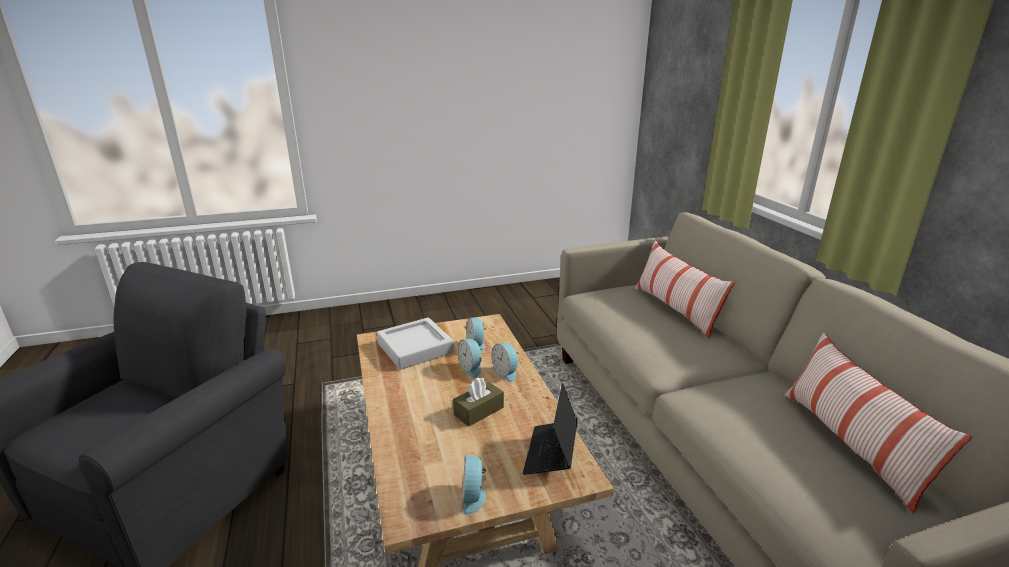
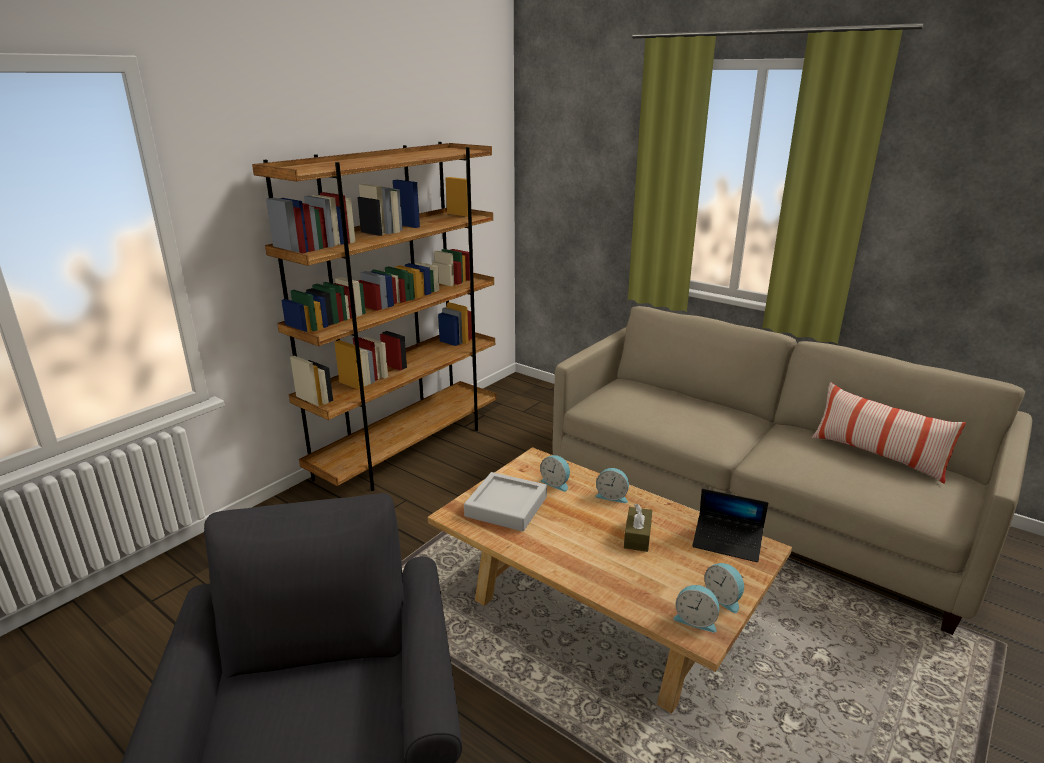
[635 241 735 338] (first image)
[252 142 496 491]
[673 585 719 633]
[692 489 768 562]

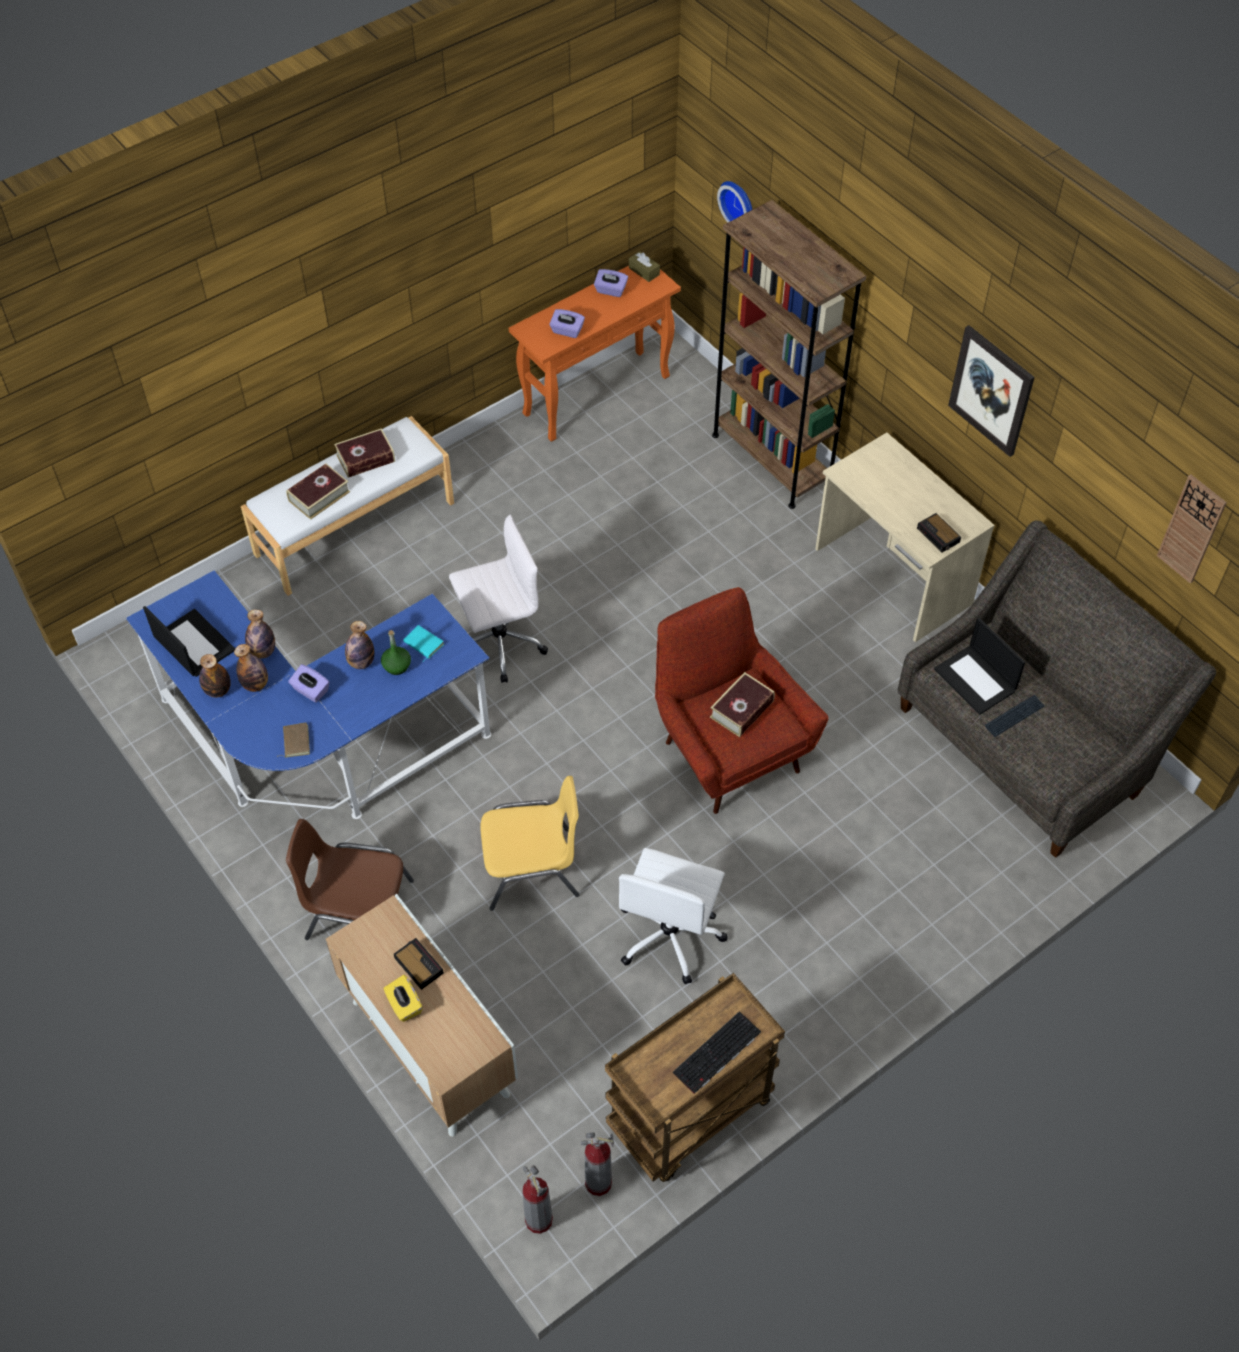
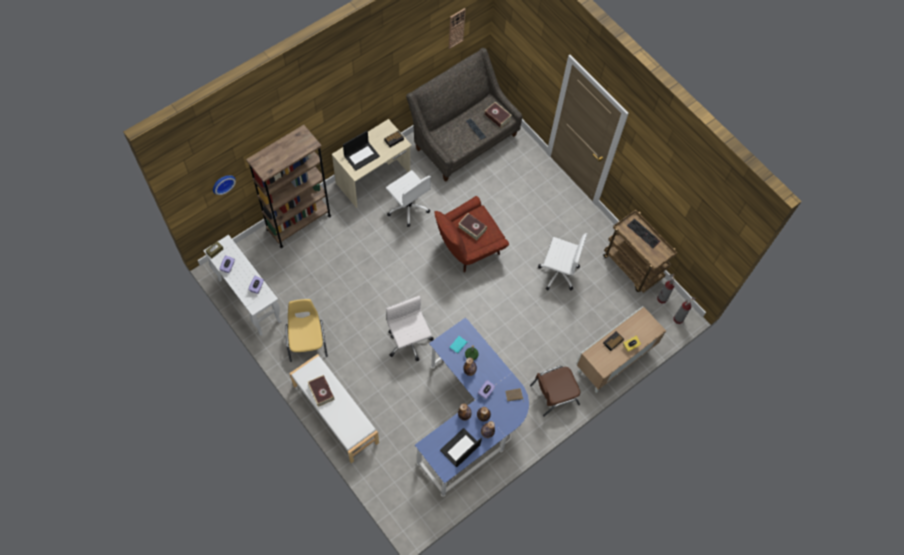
[948 325 1035 457] (first image)
[386 170 431 227]
[484 102 512 128]
[285 299 328 362]
[343 131 380 171]
[203 235 282 336]
[530 366 580 417]

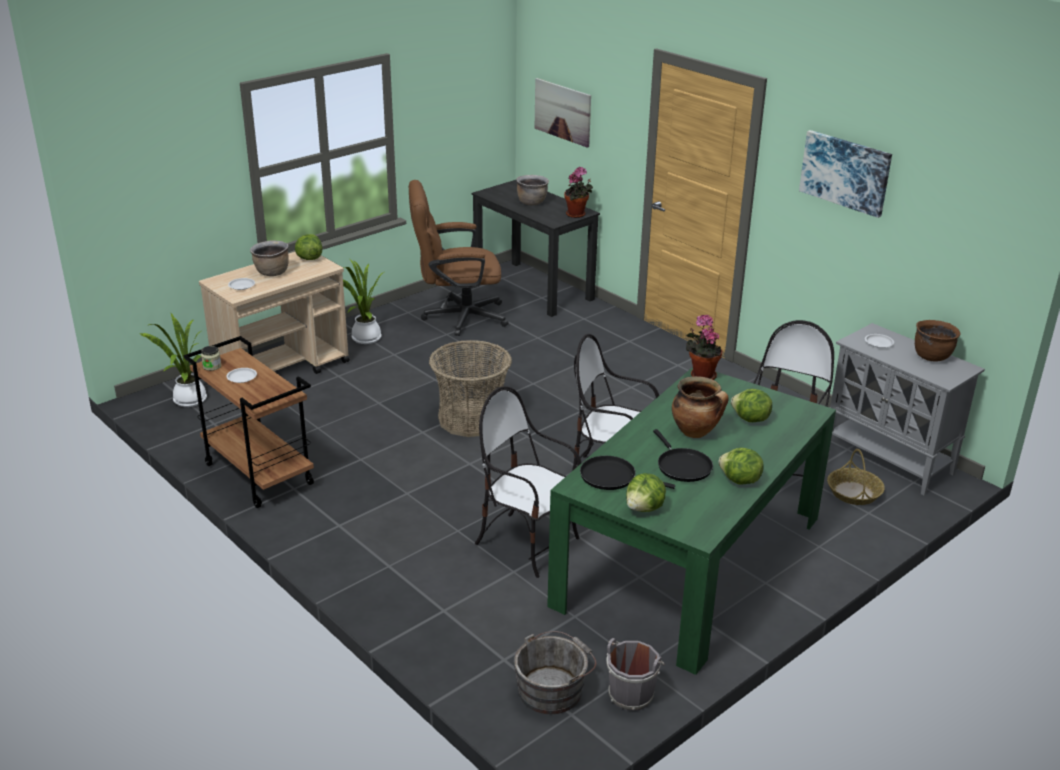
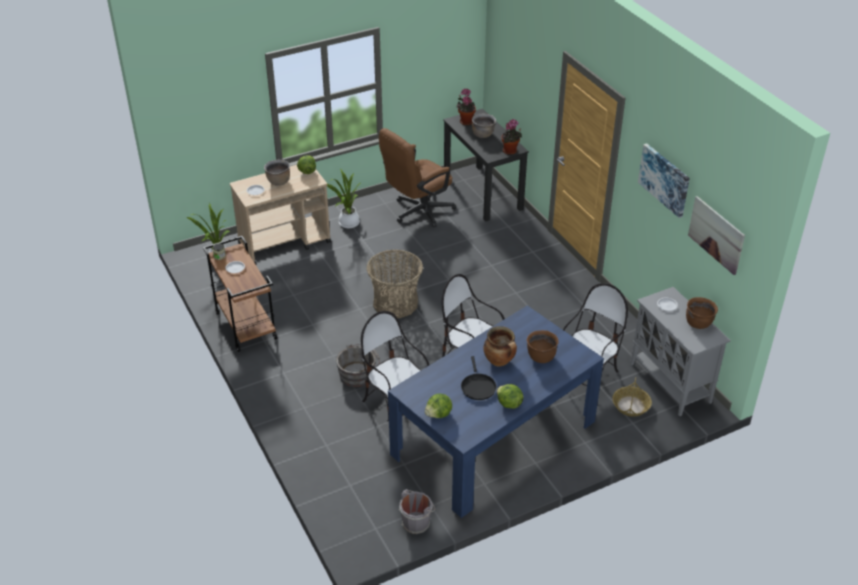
[580 456 675 490] (first image)
[336 344 380 387]
[688 196 745 275]
[456 88 476 125]
[527 330 559 363]
[388 305 604 518]
[379 128 456 227]

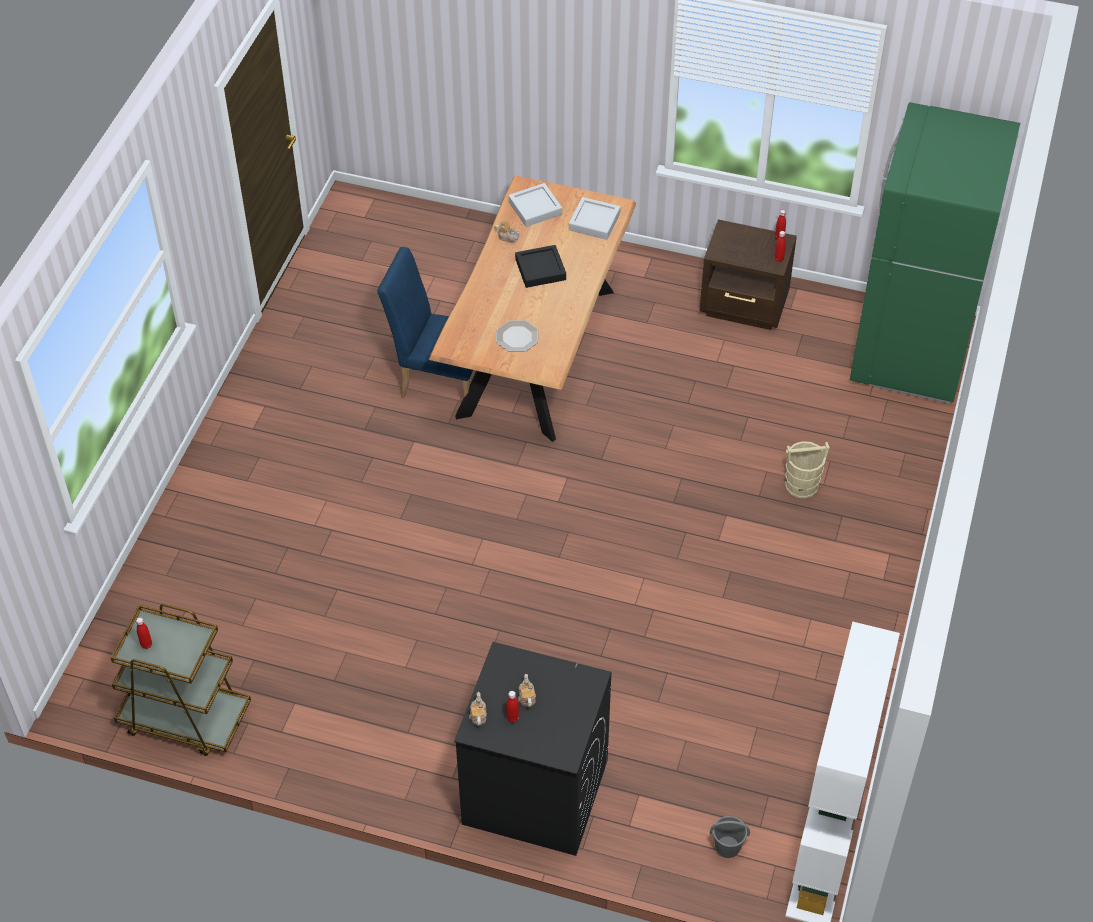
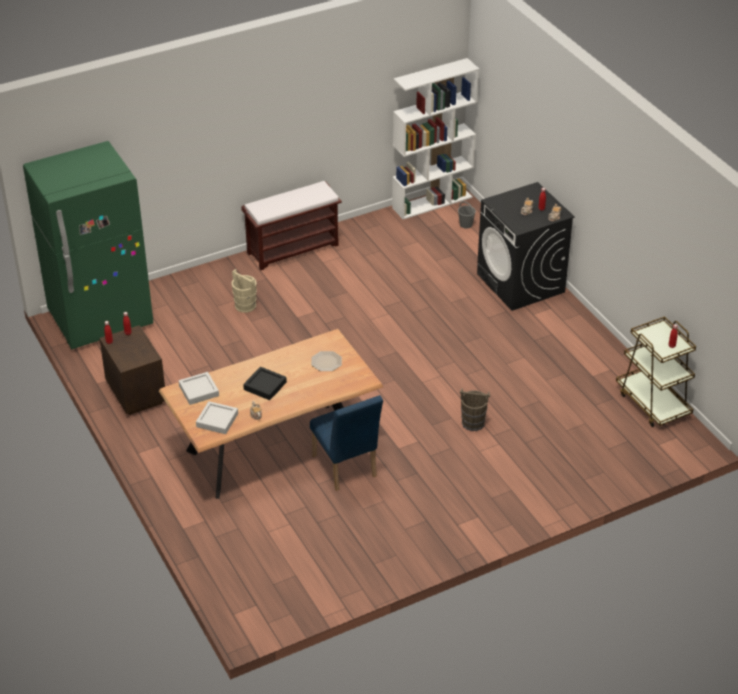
[241 181 342 271]
[460 388 490 431]

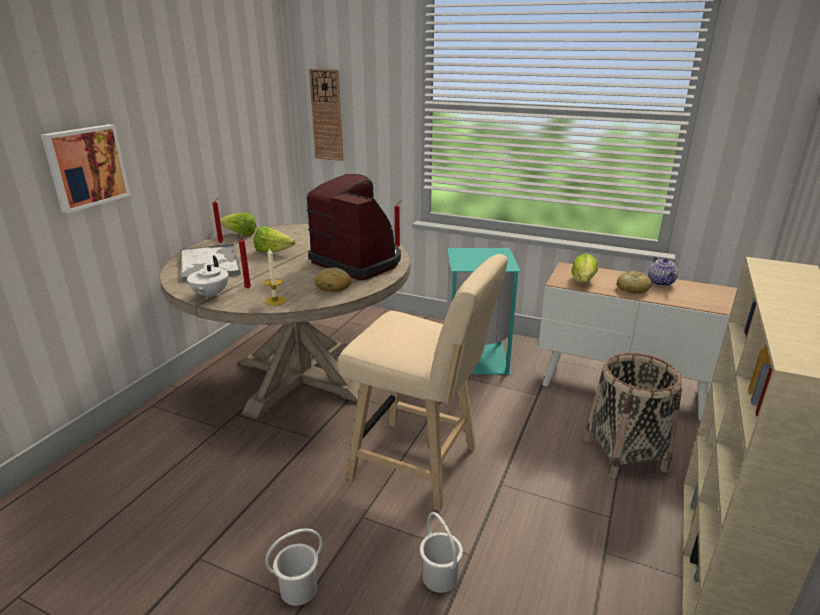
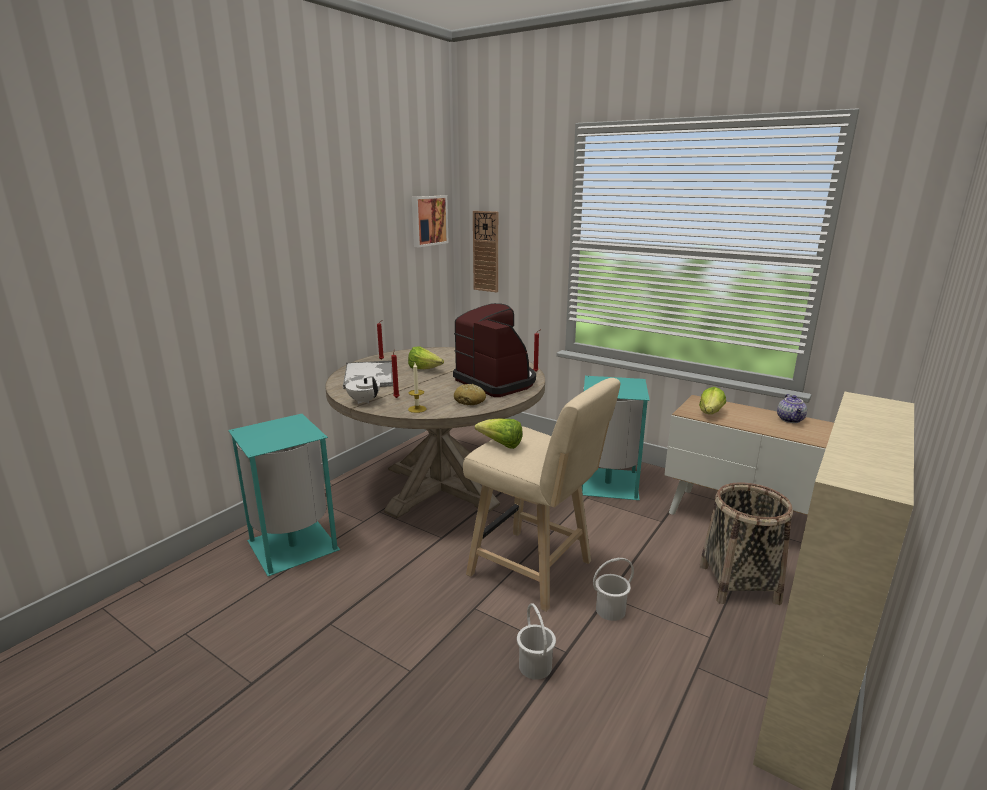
[617 271 651 294] (first image)
[228 414 340 576]
[412 196 449 247]
[475 419 523 449]
[593 558 634 621]
[345 377 380 404]

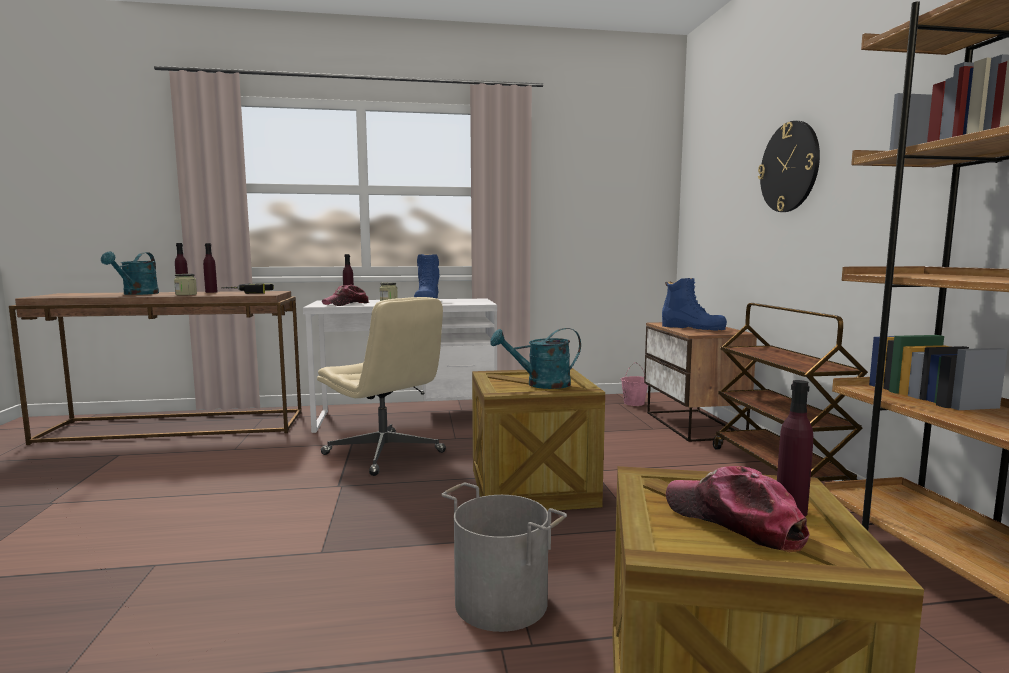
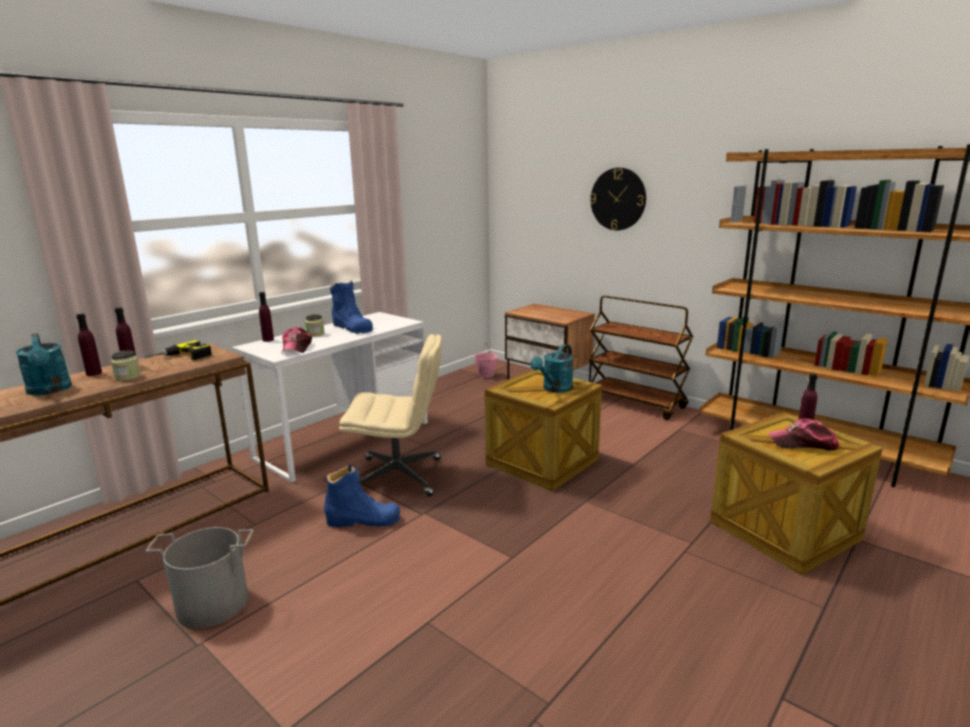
[146 527 253 629]
[324 465 400 527]

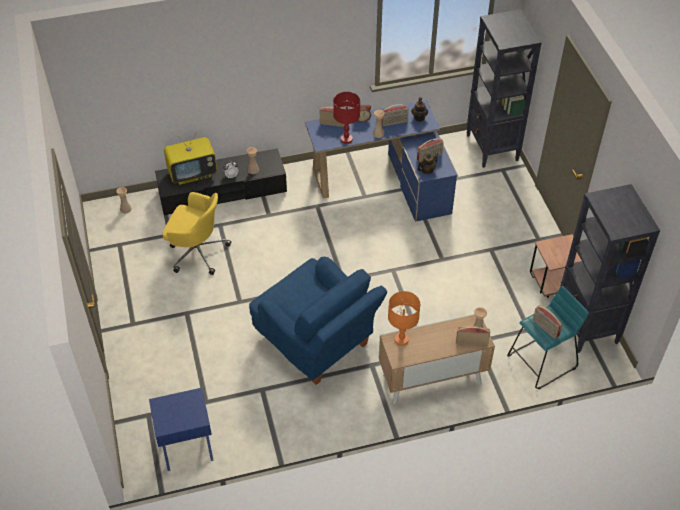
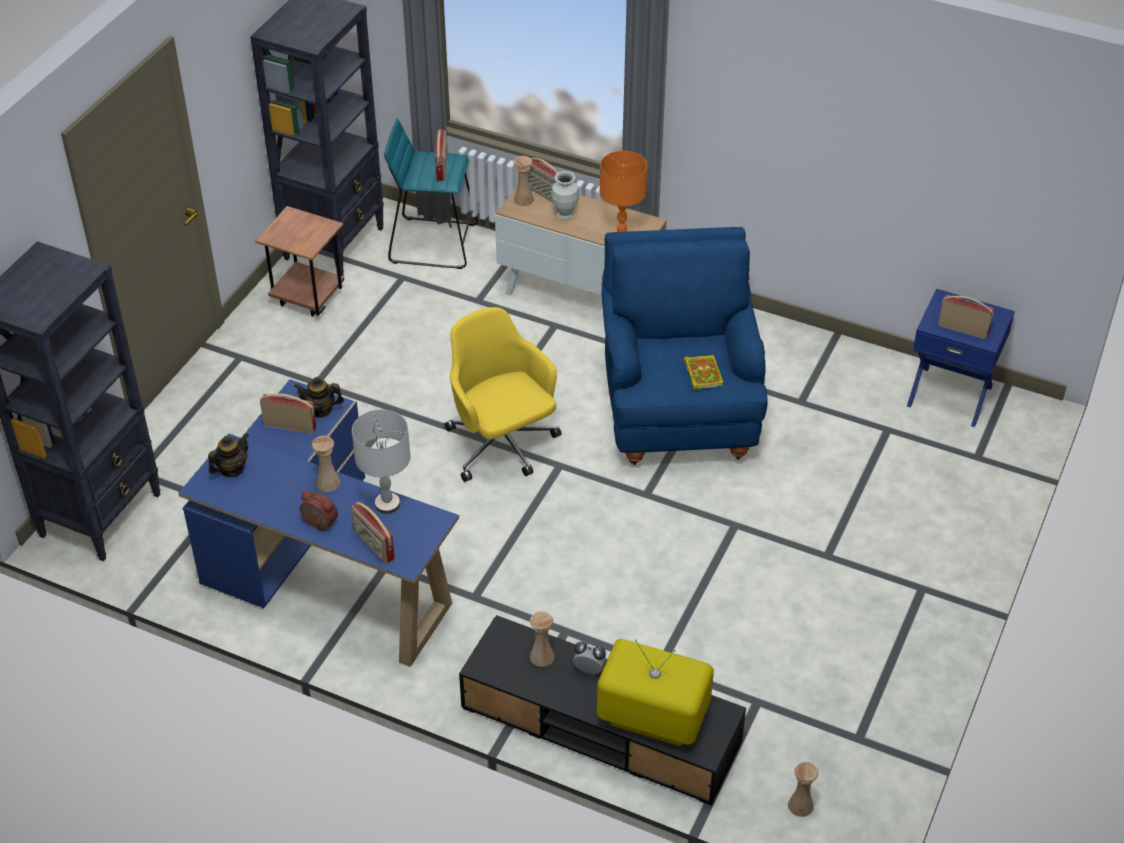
[551 171 579 220]
[683 355 723 390]
[445 307 562 482]
[938 295 994 339]
[352 409 411 514]

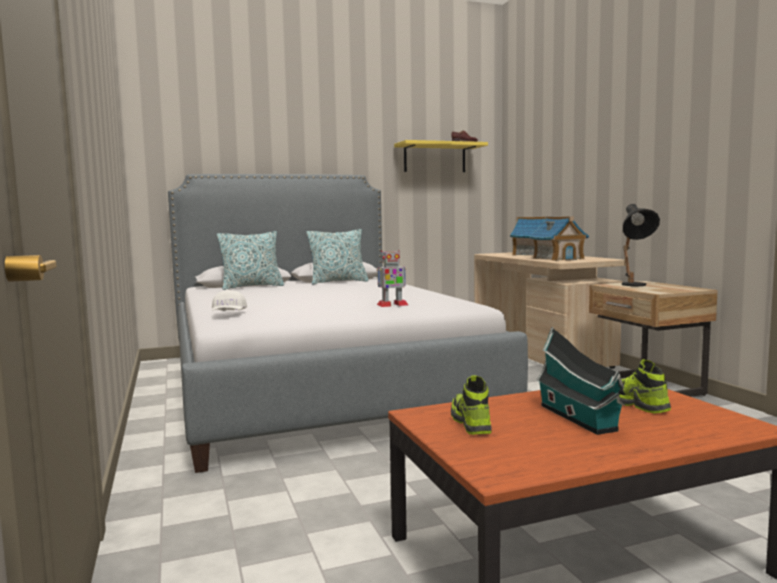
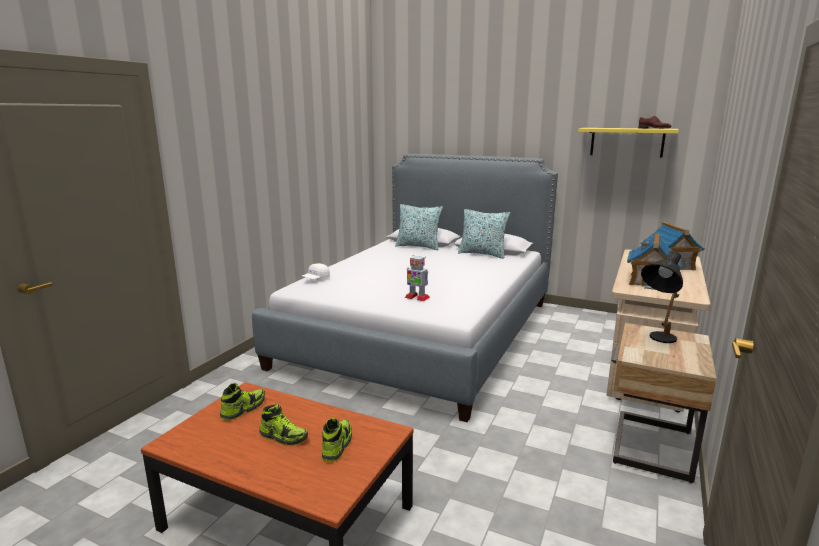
[260 403 308 445]

